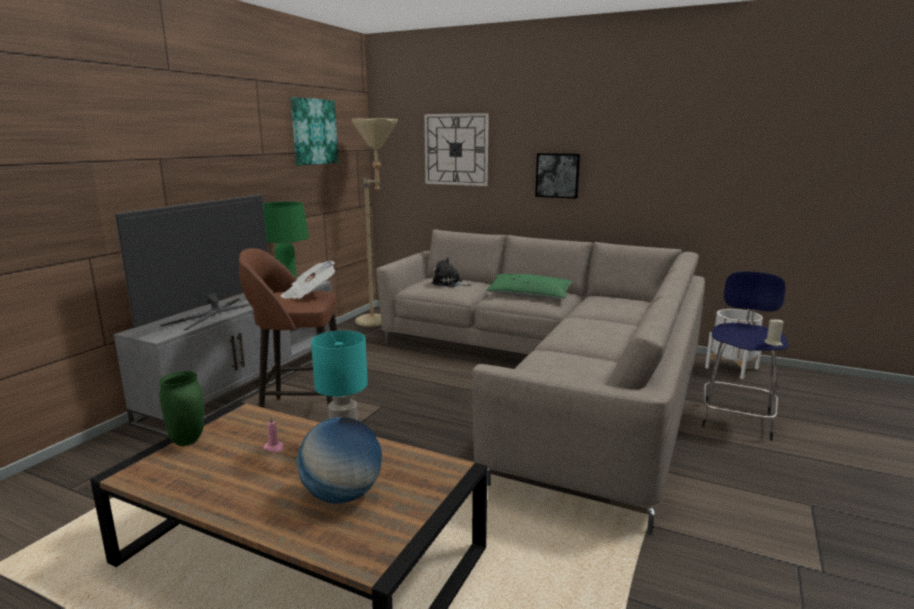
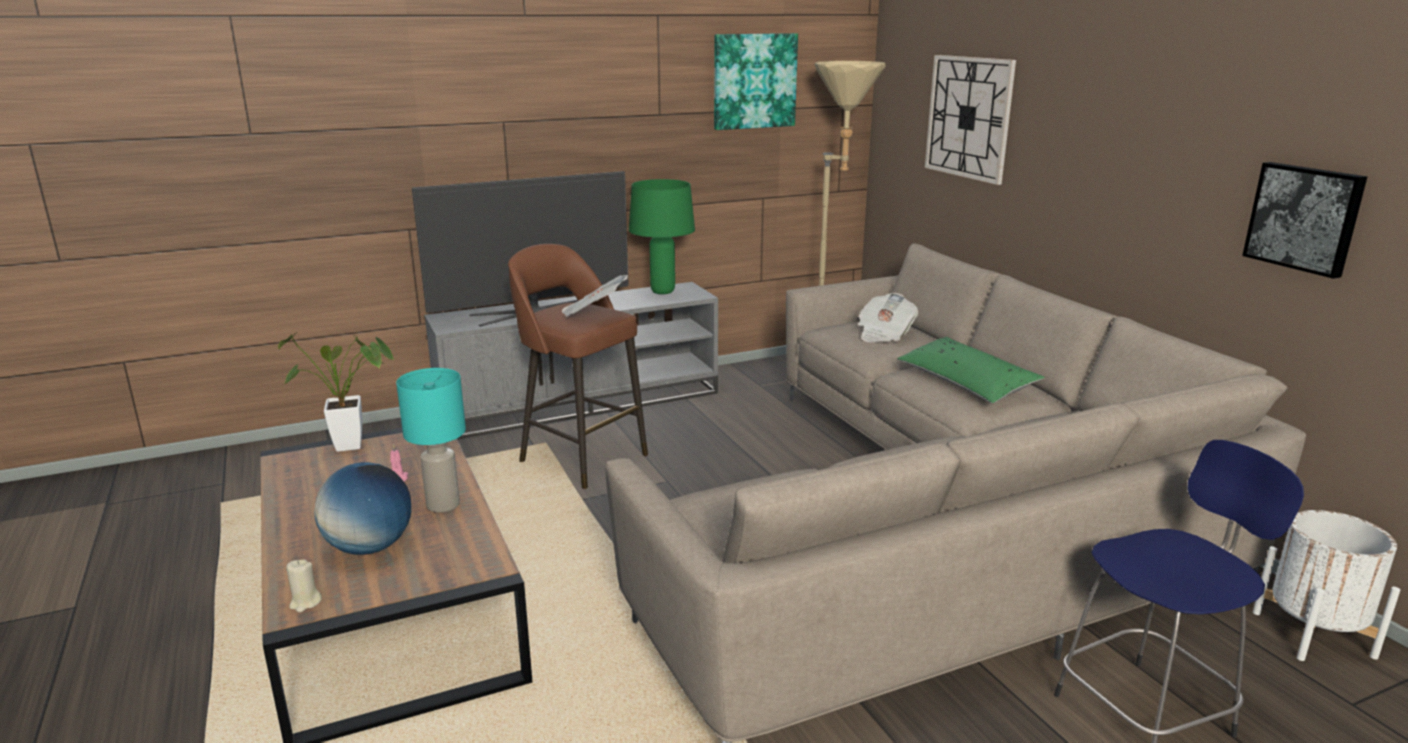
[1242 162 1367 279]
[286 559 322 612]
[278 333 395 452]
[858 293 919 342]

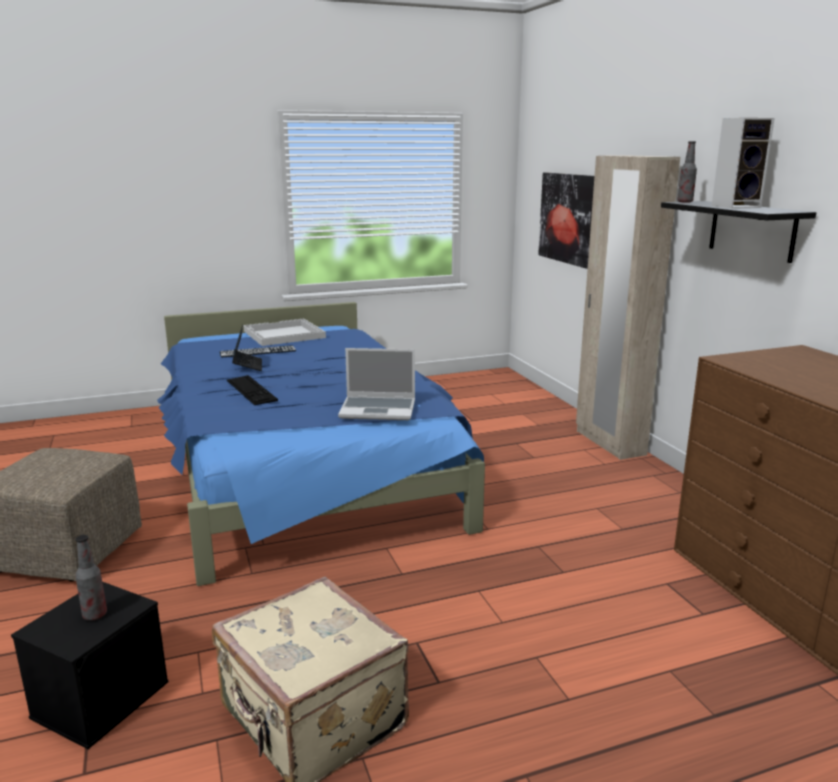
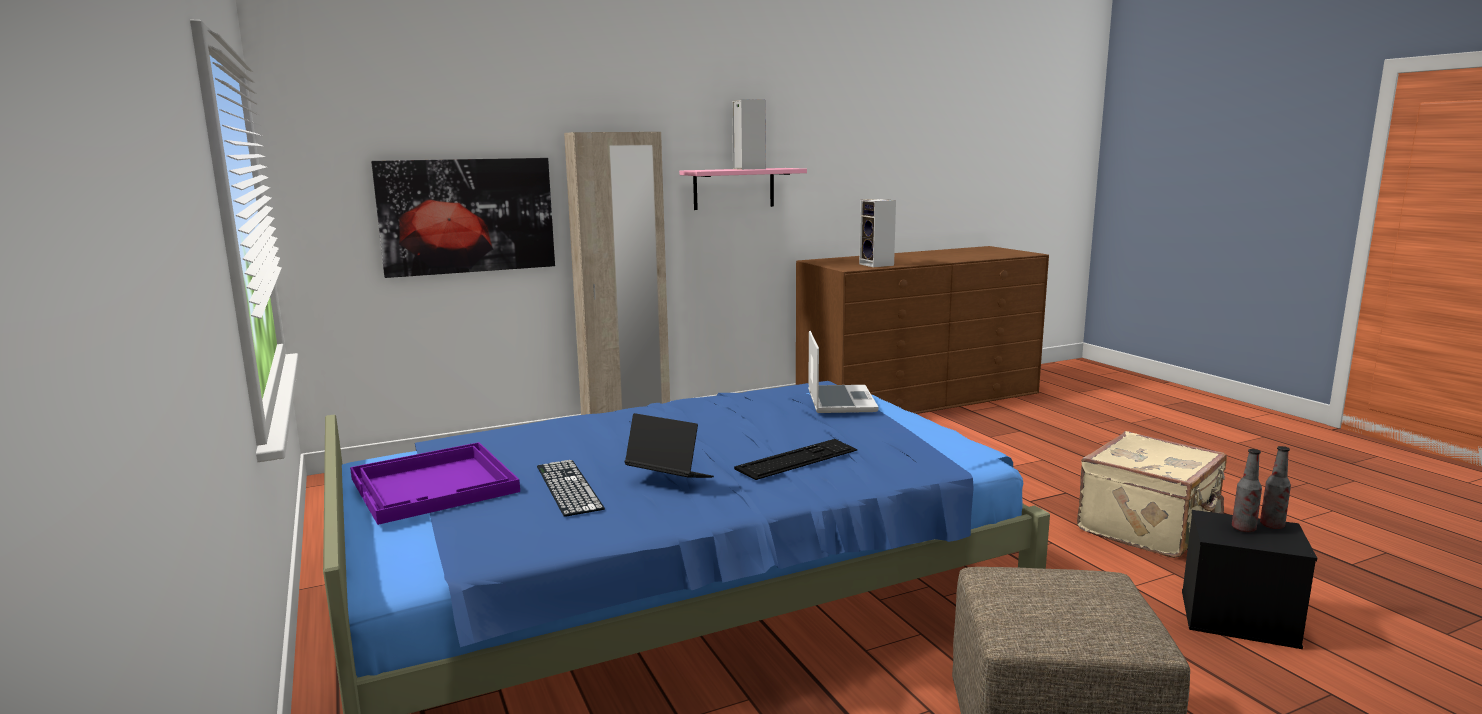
[859 199 896 267]
[1260 446 1291 529]
[350 442 520 525]
[679 168 807 210]
[625 413 714 478]

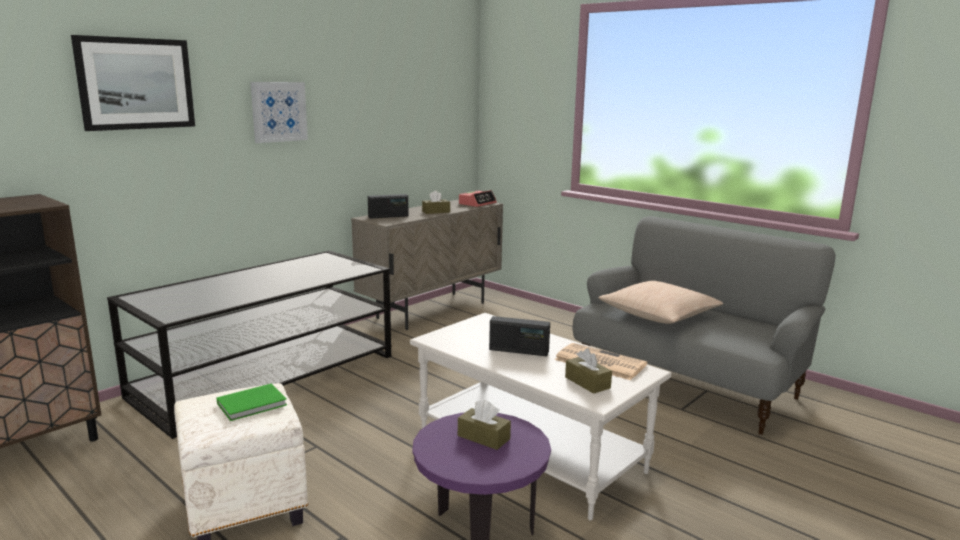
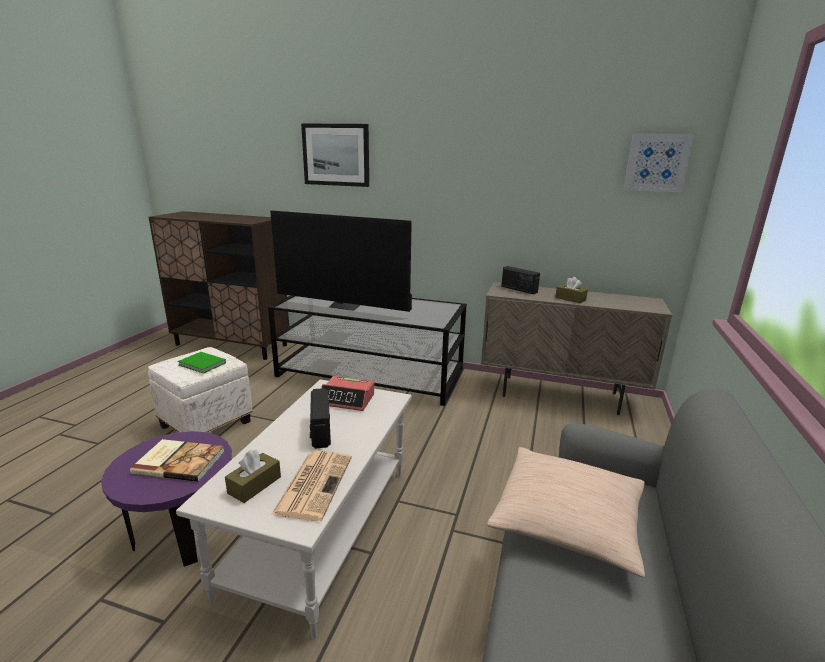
[270 210 412 312]
[623 133 694 192]
[321 376 374 411]
[130 439 225 482]

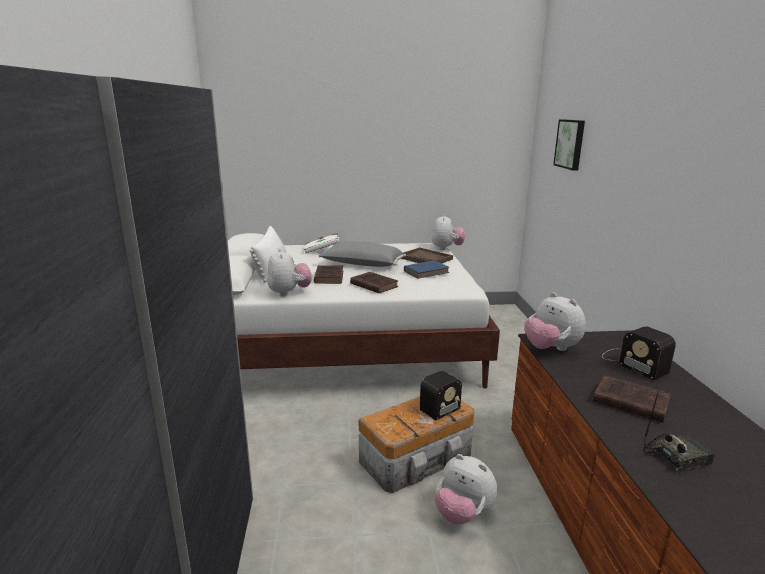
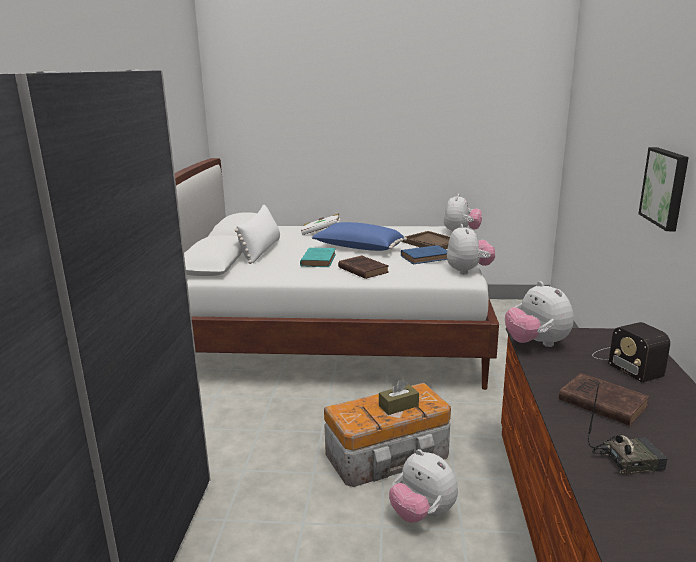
[447 224 495 274]
[638 147 689 231]
[379 380 419 415]
[300 248 336 267]
[312 222 407 251]

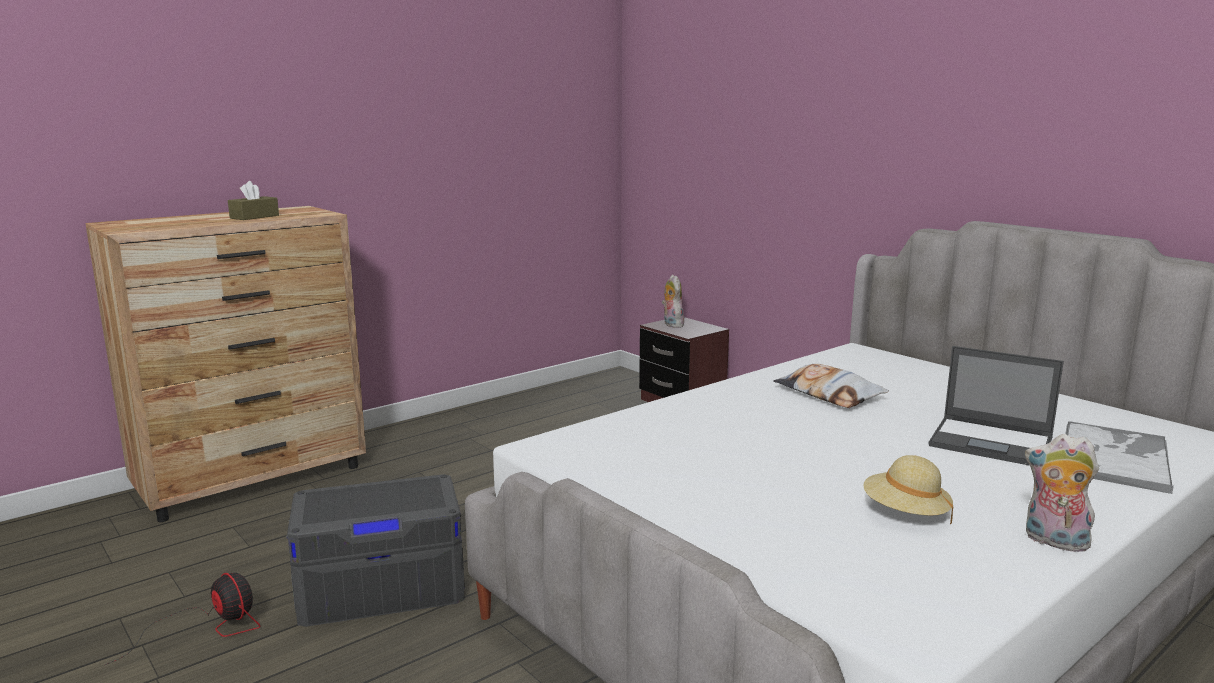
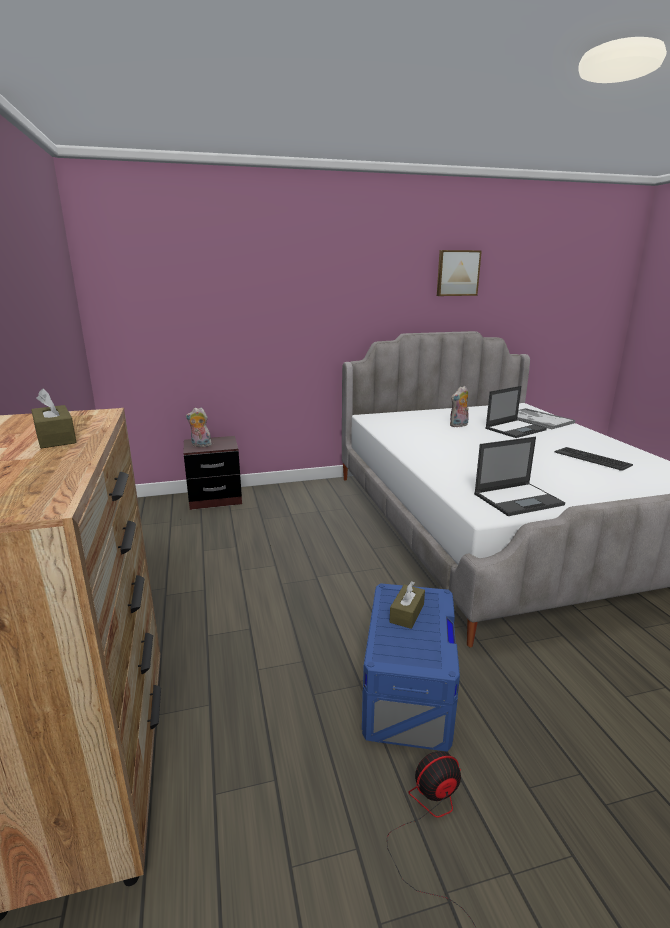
[773 364 889 408] (first image)
[390 581 425 629]
[437 250 482 296]
[474 437 565 516]
[450 386 469 428]
[555 447 633 471]
[362 583 460 752]

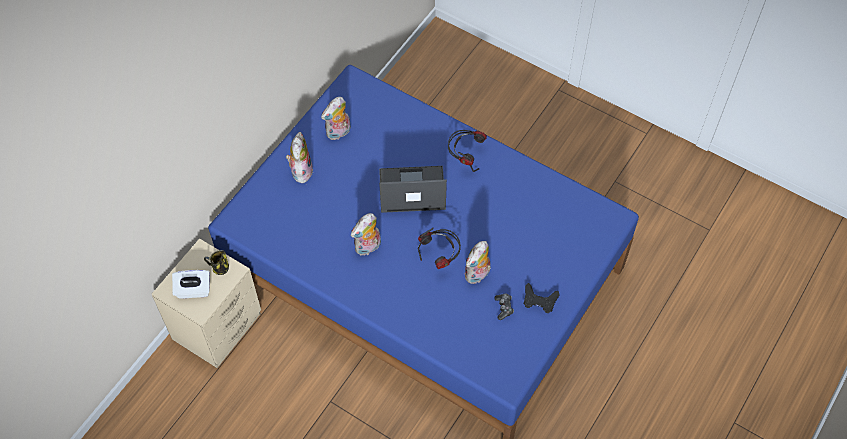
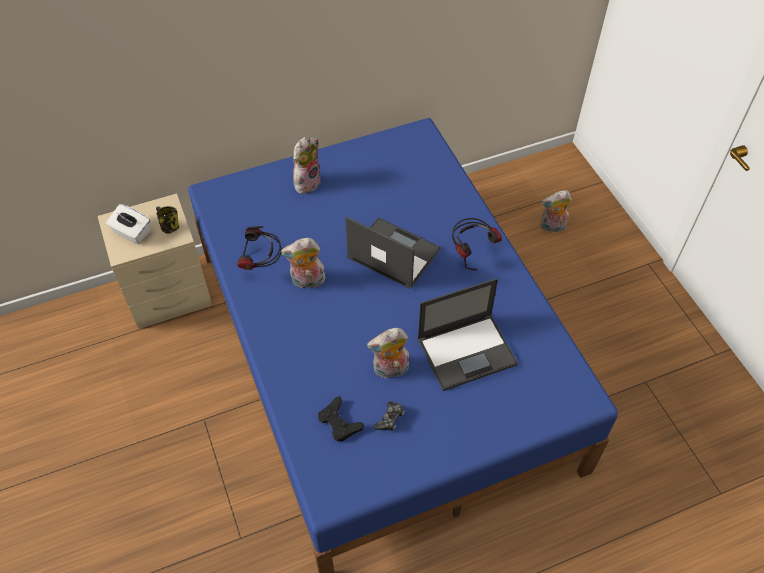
[417 278 518 391]
[541 190 572 232]
[238 226 281 270]
[318 396 364 442]

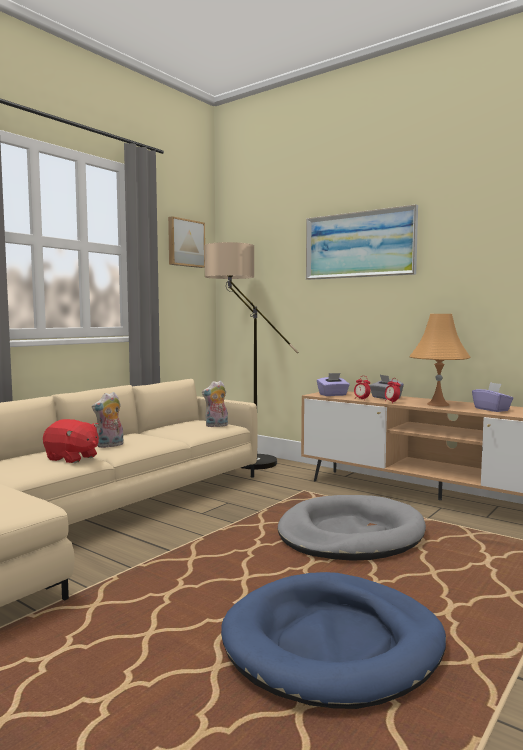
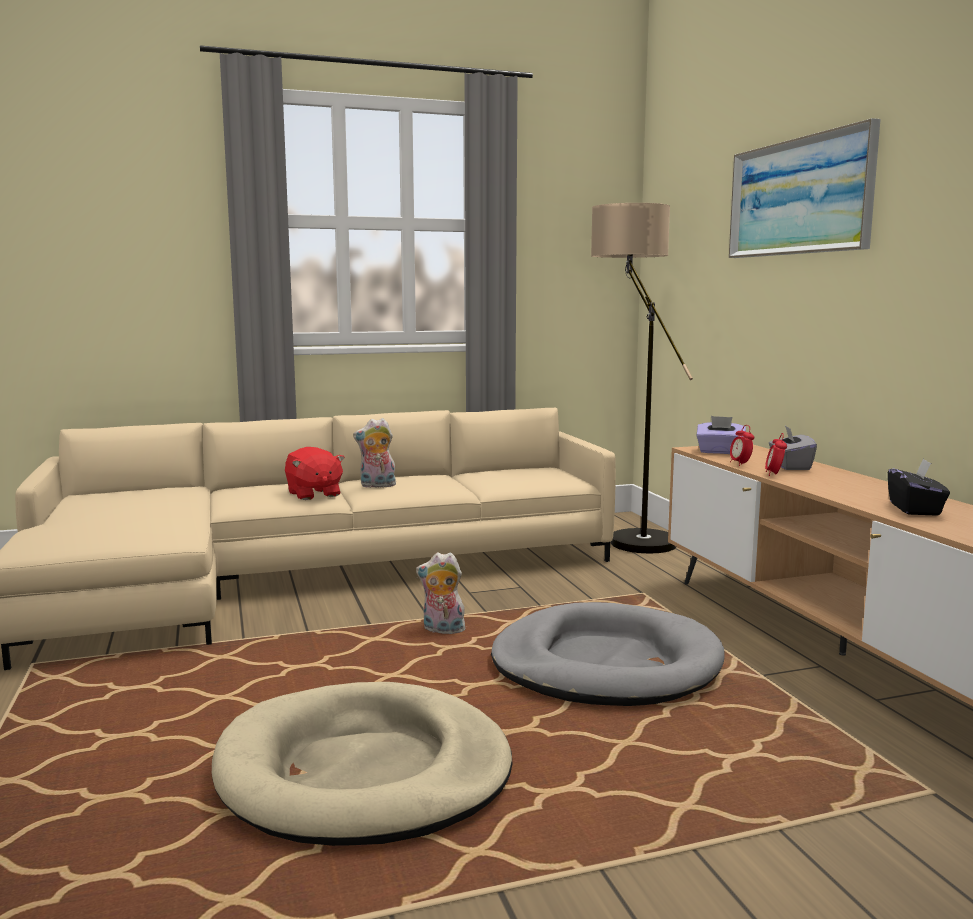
[168 216 205 268] (first image)
[409 314 470 406] (first image)
[416 552 465 634]
[212 682 512 846]
[888 459 950 516]

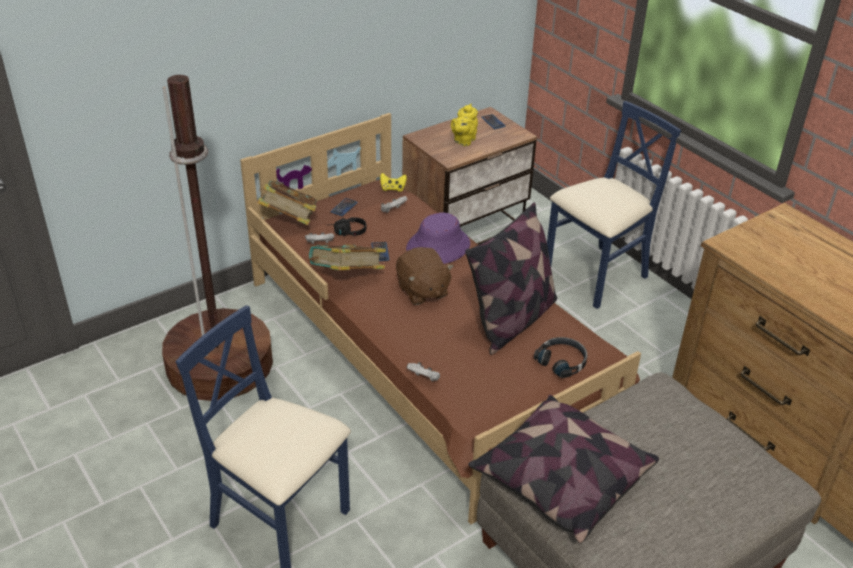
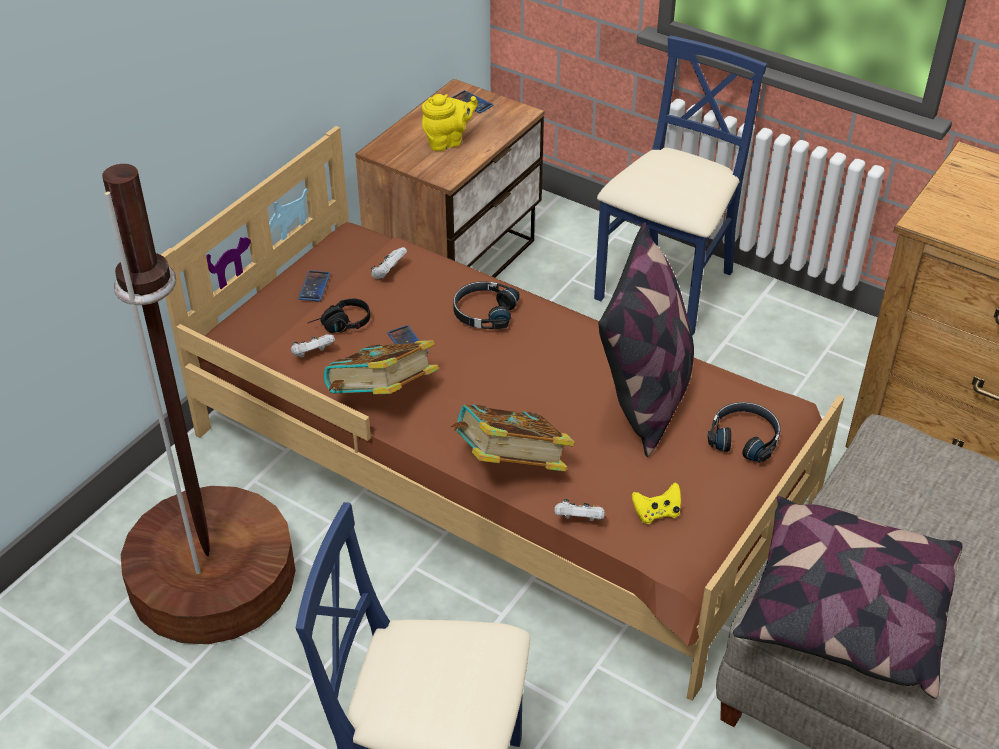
[396 247 454 305] (first image)
[450 404 575 472]
[632 483 681 524]
[453 281 520 329]
[422 94 478 151]

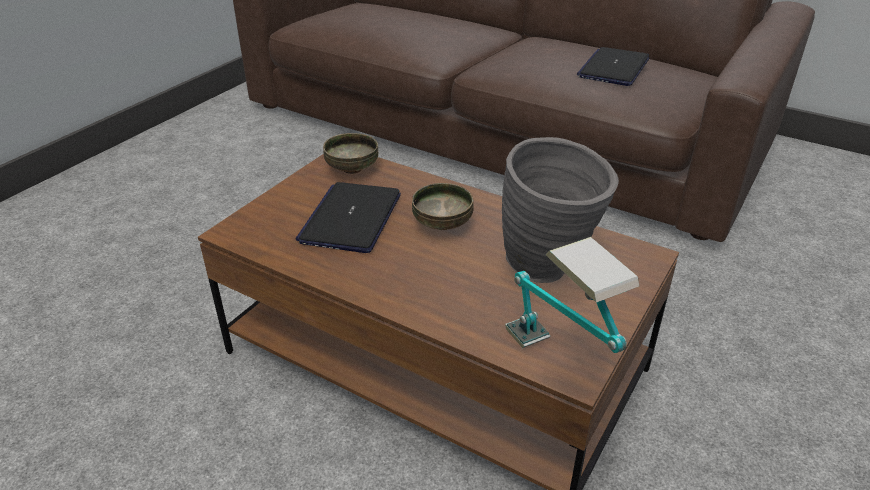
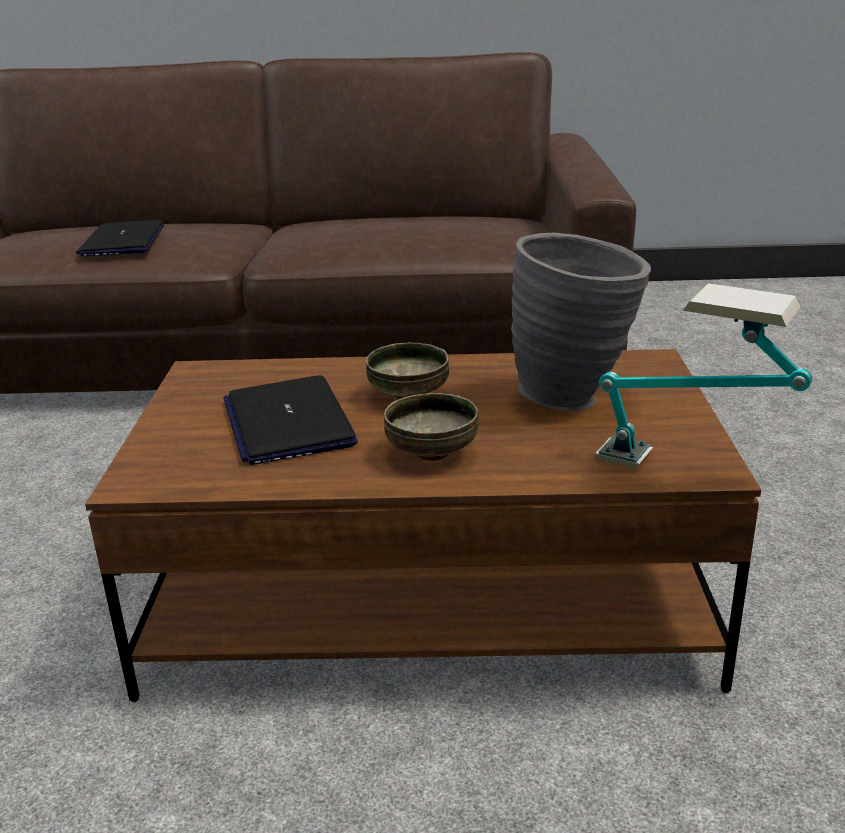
[384 393 479 461]
[76 220 164 256]

